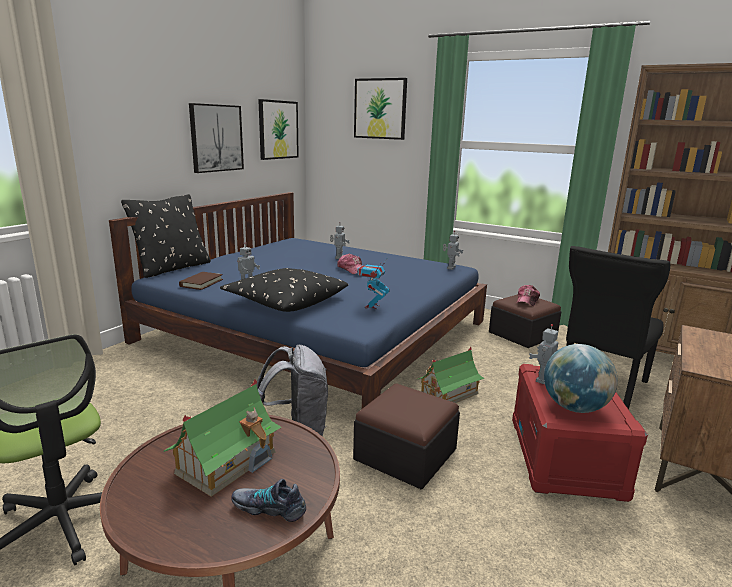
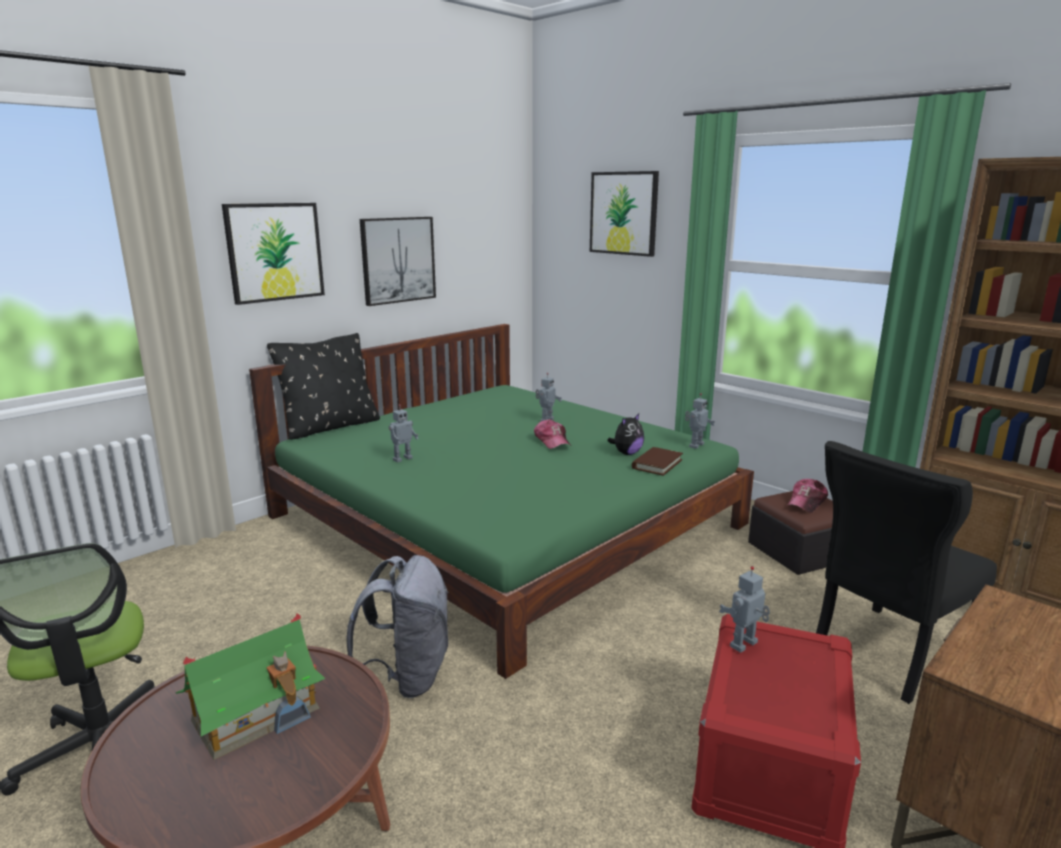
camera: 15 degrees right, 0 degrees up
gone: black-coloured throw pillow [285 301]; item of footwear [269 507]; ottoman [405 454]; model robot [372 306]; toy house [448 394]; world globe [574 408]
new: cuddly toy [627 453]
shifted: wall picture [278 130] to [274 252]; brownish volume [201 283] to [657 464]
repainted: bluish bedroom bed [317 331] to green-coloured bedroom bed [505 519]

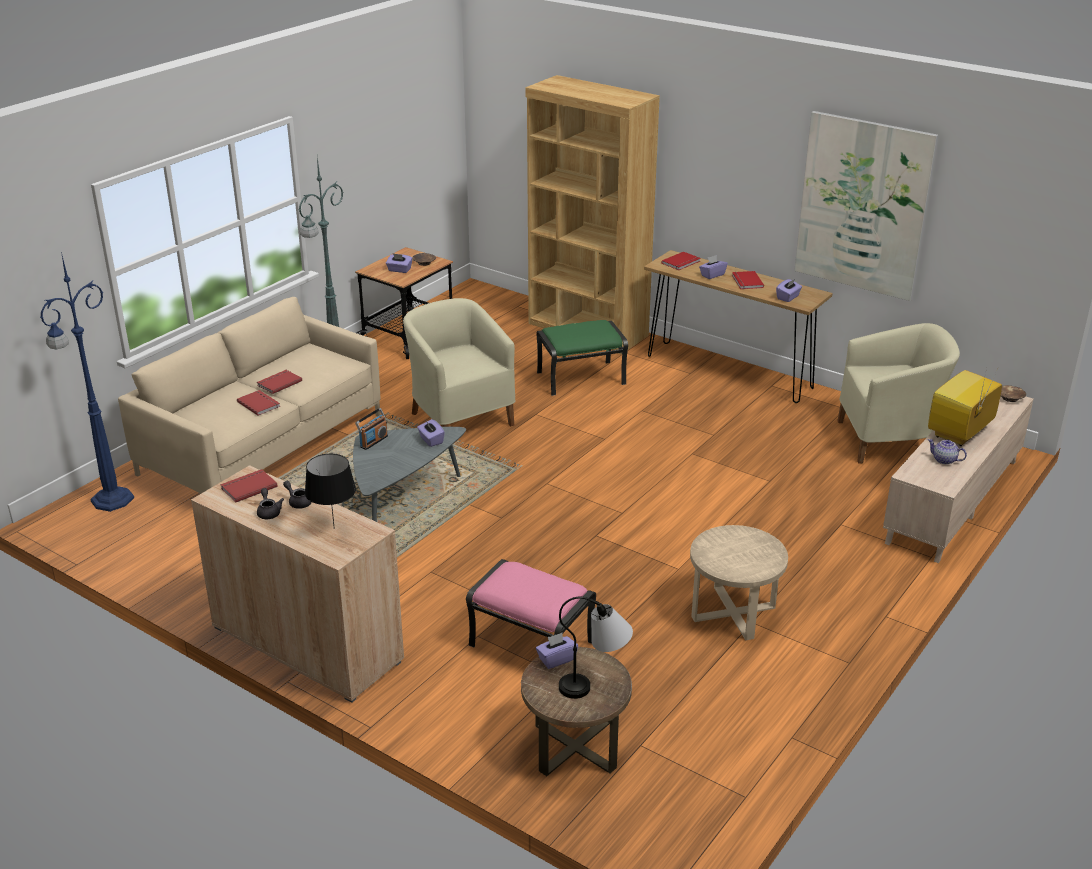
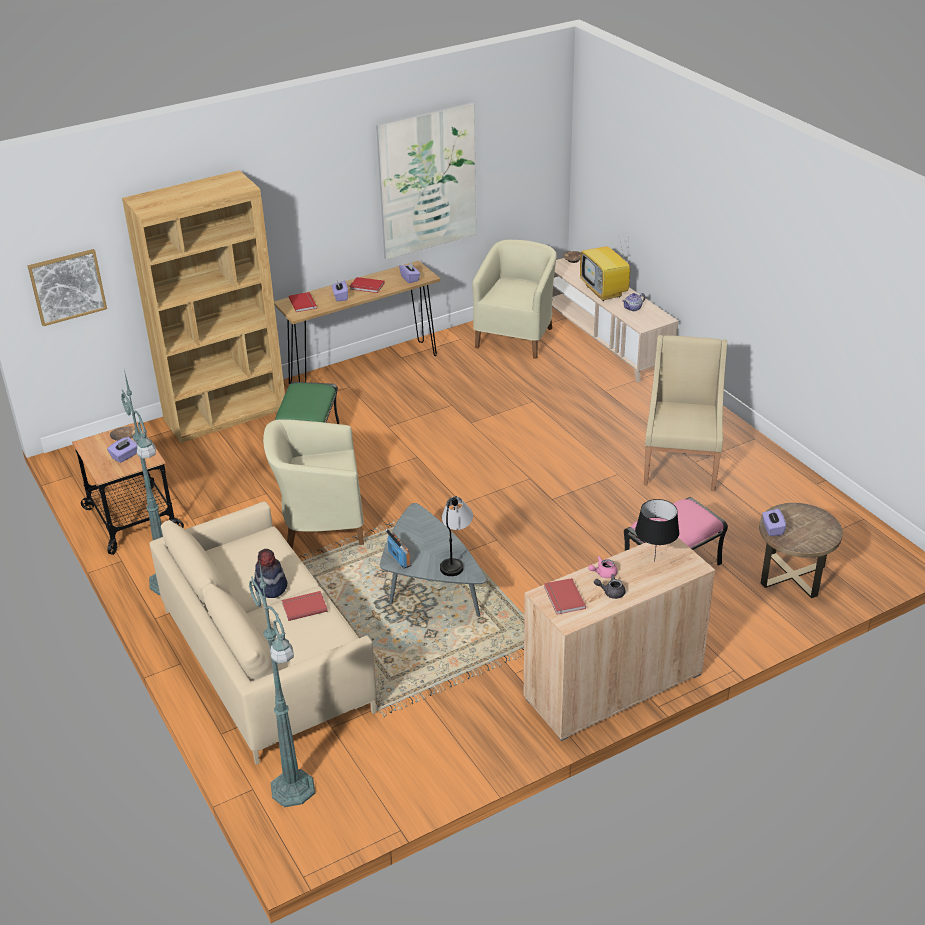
camera: 65 degrees left, 5 degrees up
gone: purple tissue box [431 440]
new: wall picture [67 286]
shifted: lamp for a table [596 685] to [456 558]
swapped: red-coloured volume [278 383] to clothing hat [270 587]; beige end table [733 612] to beige lounge chair [680 466]
repainted: bluish standing lamp [110 500] to green-coloured standing lamp [293 790]; gray pot for tea [298 502] to pink-coloured pot for tea [603 573]

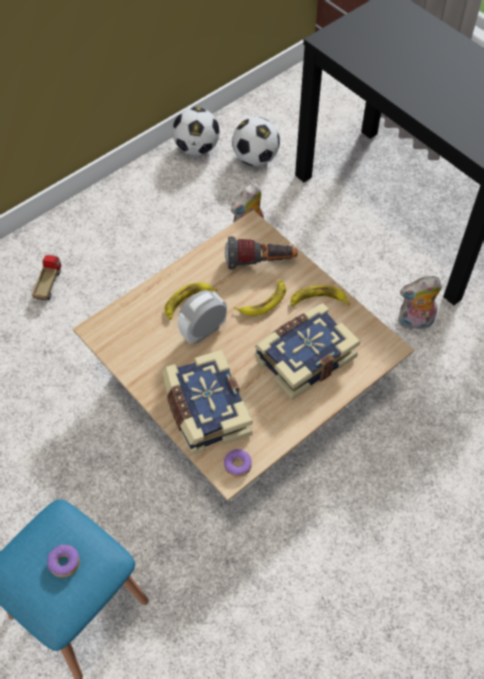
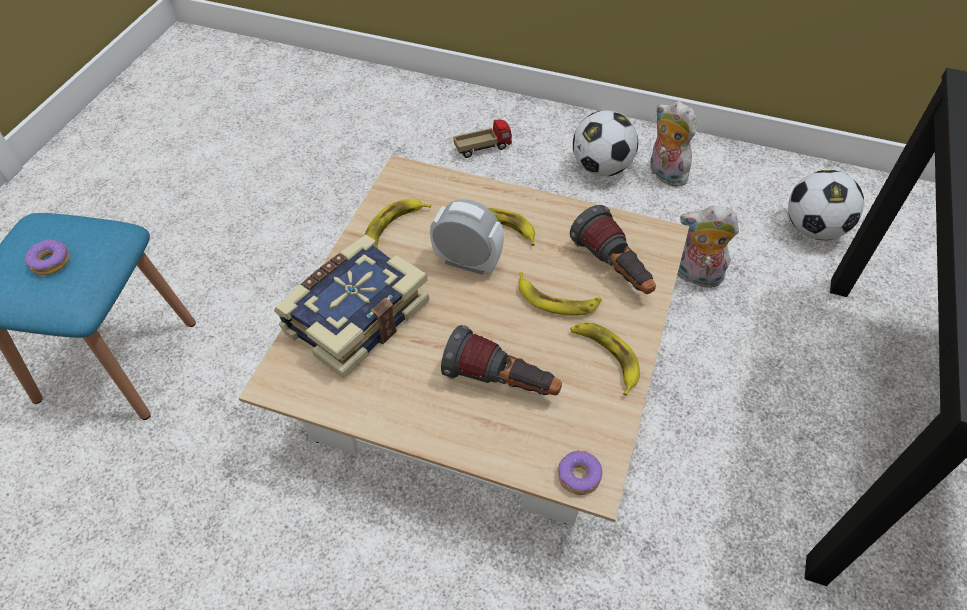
camera: 60 degrees right, 5 degrees down
new: banana [394 227]
shifted: doughnut [237 465] to [578 476]; football [197 148] to [601 168]; cuddly toy [414 322] to [664 174]
swapped: volume [304 357] to hand torch [501 383]

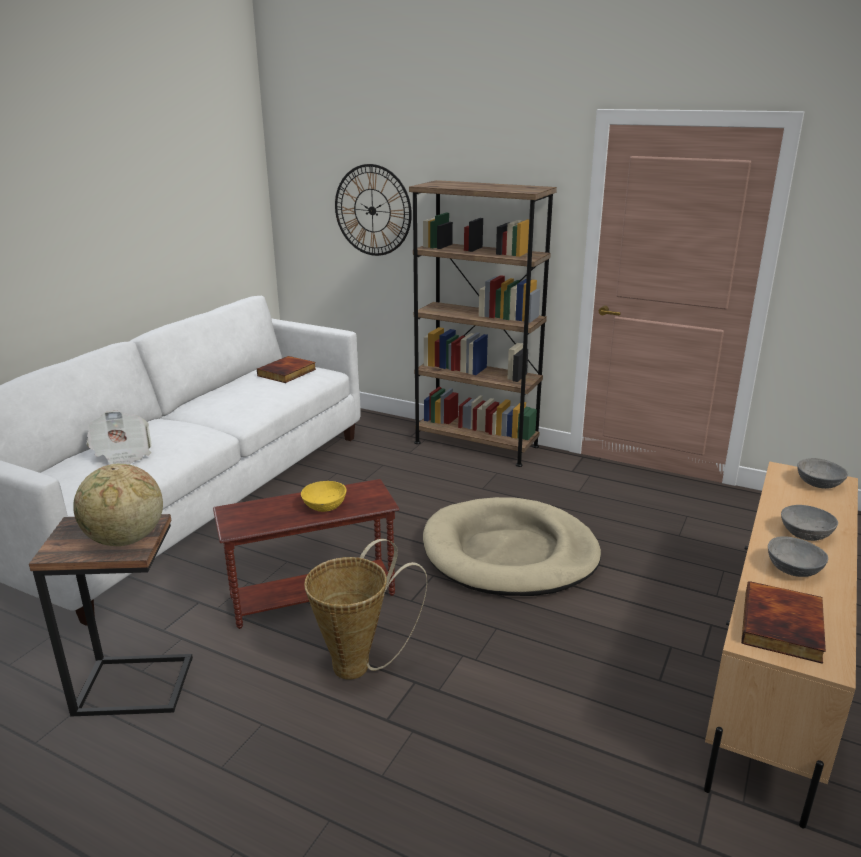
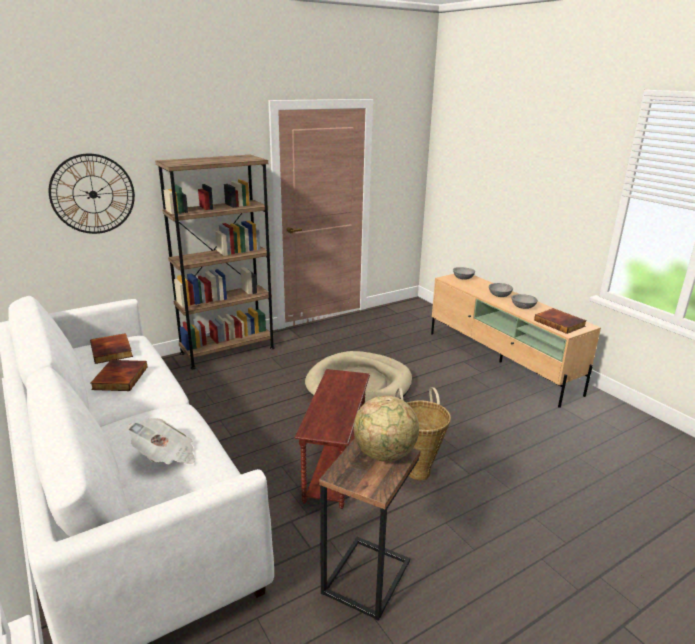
camera: 60 degrees left, 0 degrees up
gone: yellow bowl [325 506]
new: volume [119 378]

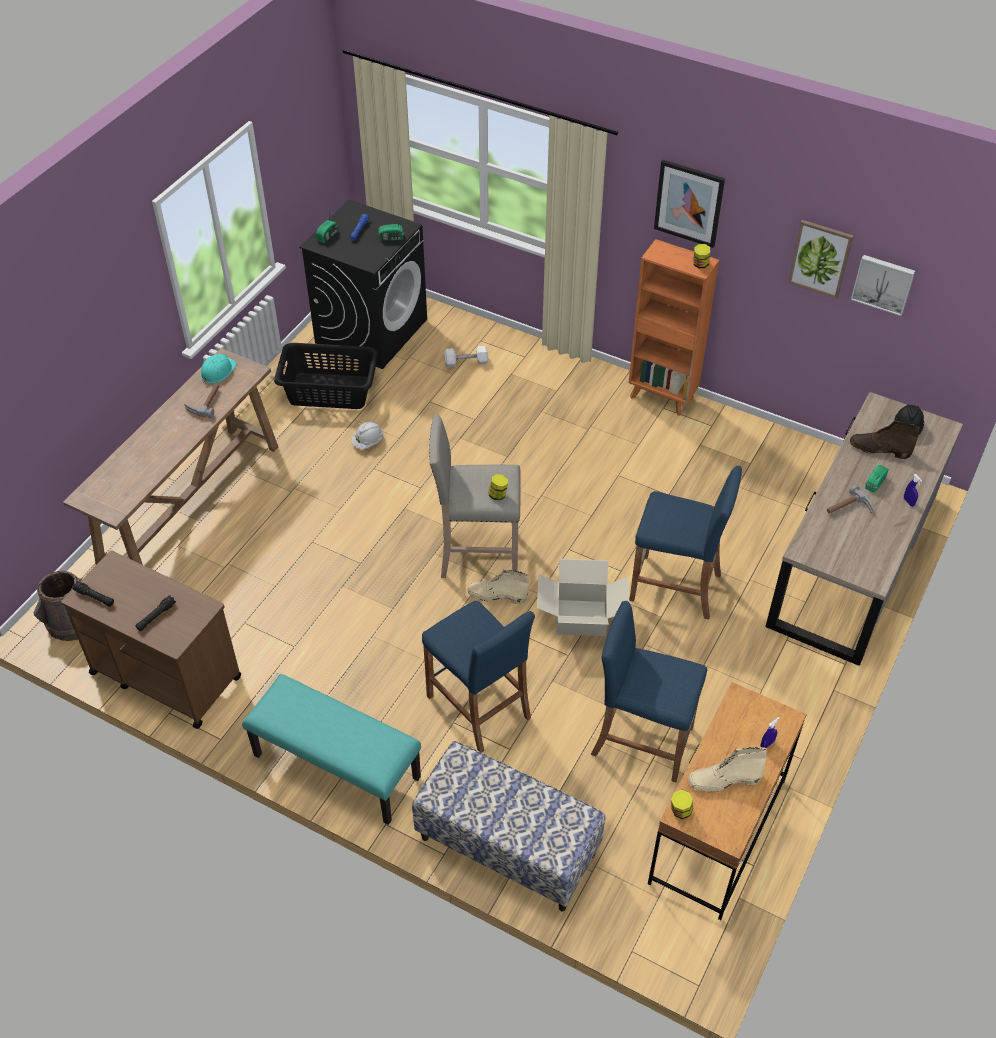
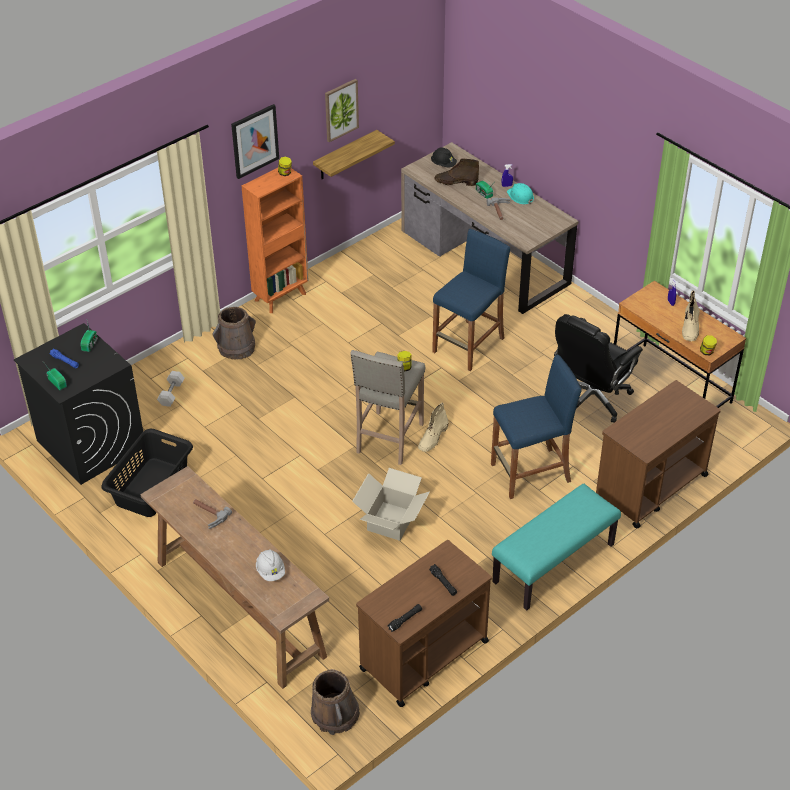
camera: 70 degrees left, 5 degrees down
gone: wall picture [883 283]
new: brownish bucket [236 347]; bracket shelf [345 156]
shifted: white safety helmet [368 442] to [271 571]; carton [581 617] to [390 521]; blue-green safety helmet [217 371] to [520 196]
swapped: bluish stool seat [642 741] to black-coloured office chair [590 399]; long seat [507 846] to brownish wheeled cart [650 487]
rotated: brownish tall boot [879 449] = [455 182] 60 degrees clockwise

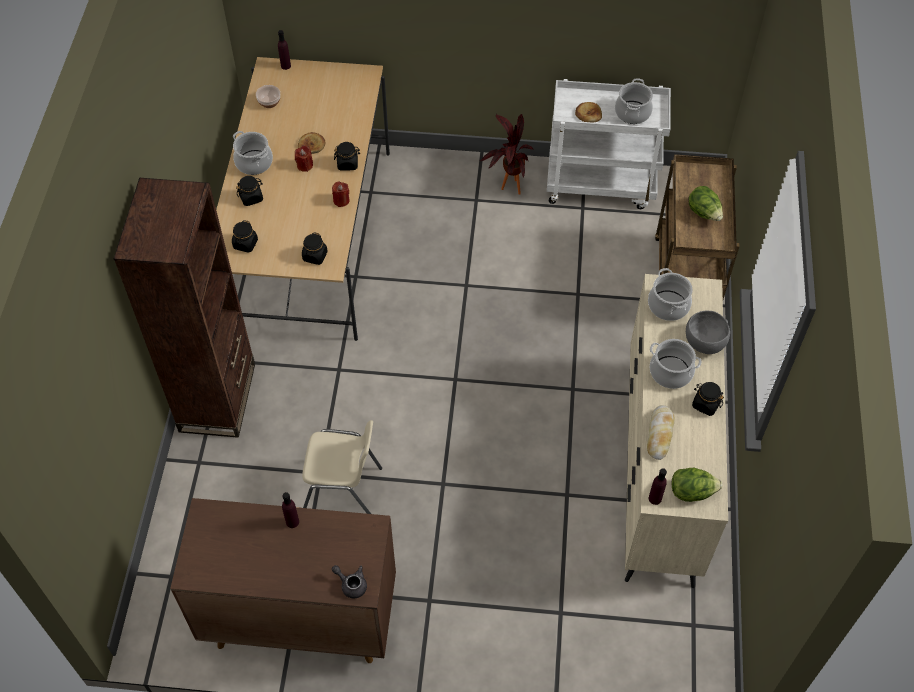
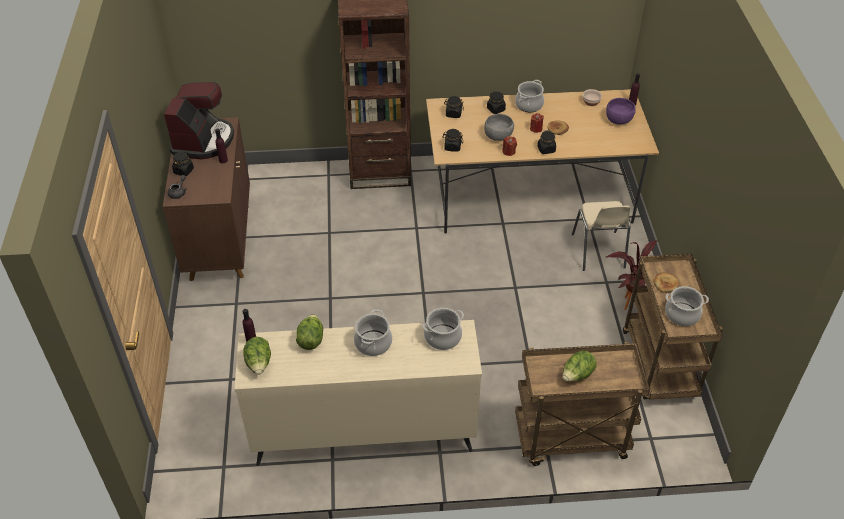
camera: 80 degrees right, 10 degrees down
new: coffee machine [203 141]; purple bowl [618 120]
shifted: black-coloured storage jar [705 404] to [183 171]; gray bowl [705 342] to [498 136]; beige plain chair [343 491] to [598 251]
swapped: bakery bread [659 434] to head of lettuce [311 340]
repainted: white wheeled cart [601 184] to brownish wheeled cart [660 365]

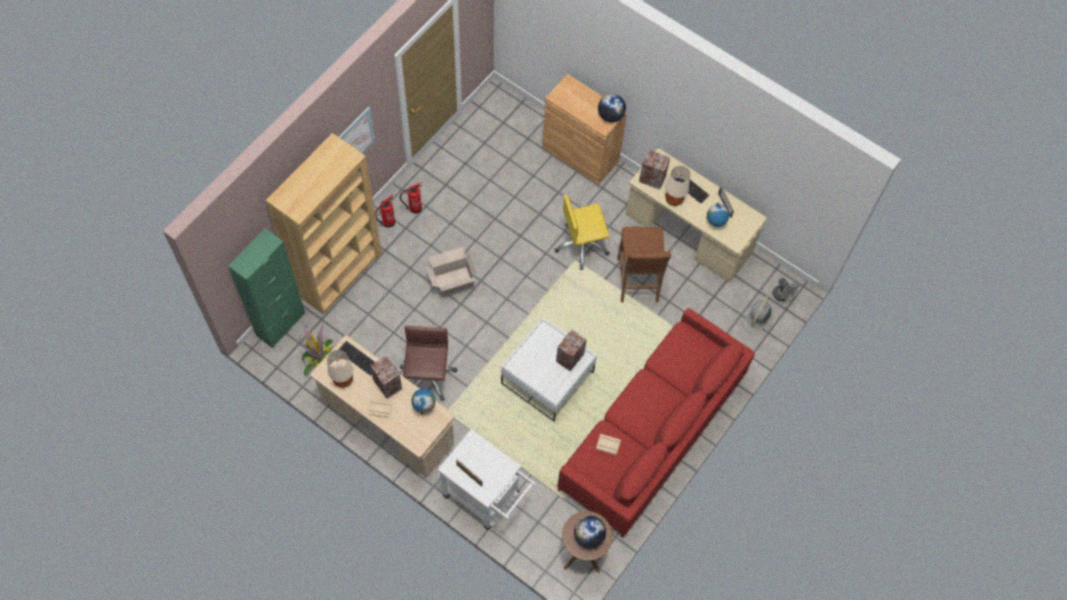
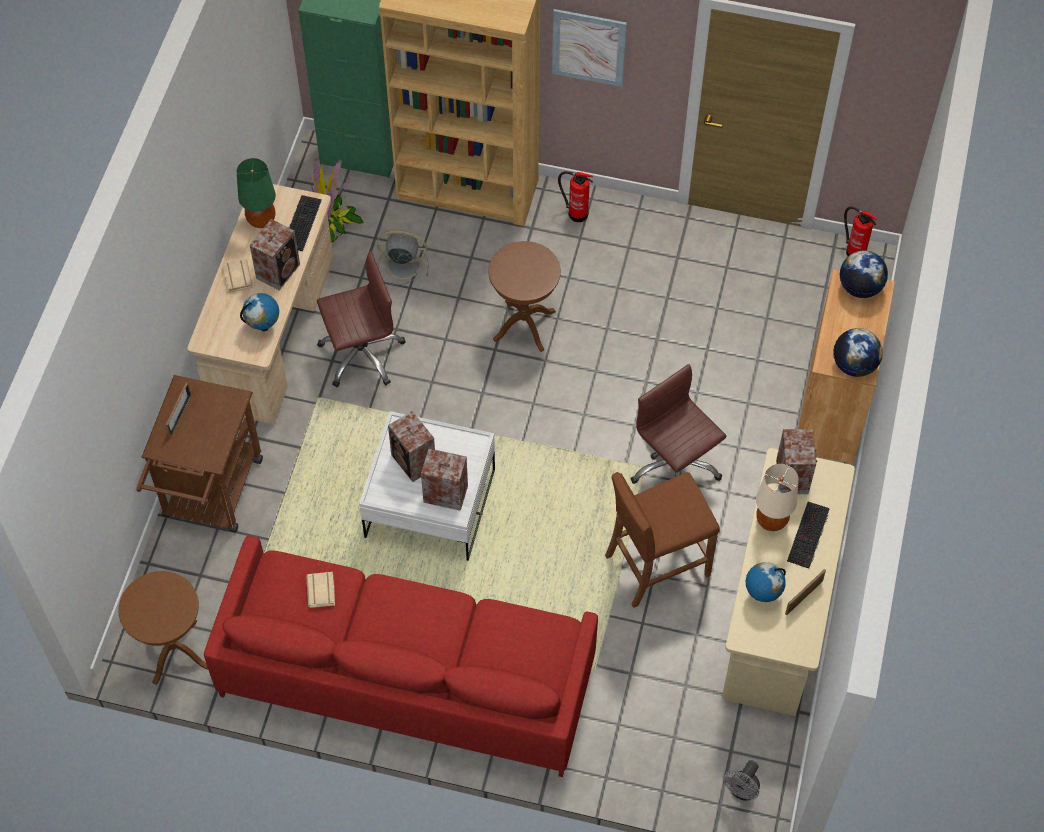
camera: 70 degrees right, 5 degrees down
new: speaker [414 462]
shifted: gray fan [756 320] to [402 265]; world globe [588 536] to [860 287]; fire-fighting cylinder [414 208] to [854 251]
swapped: carton [452 281] to brownish end table [524 325]
repainted: white wheeled cart [486 497] to brownish wheeled cart [210 496]; beige lamp for a table [343 380] to green-coloured lamp for a table [261 220]; yellow office chair [582 245] to brownish office chair [674 467]

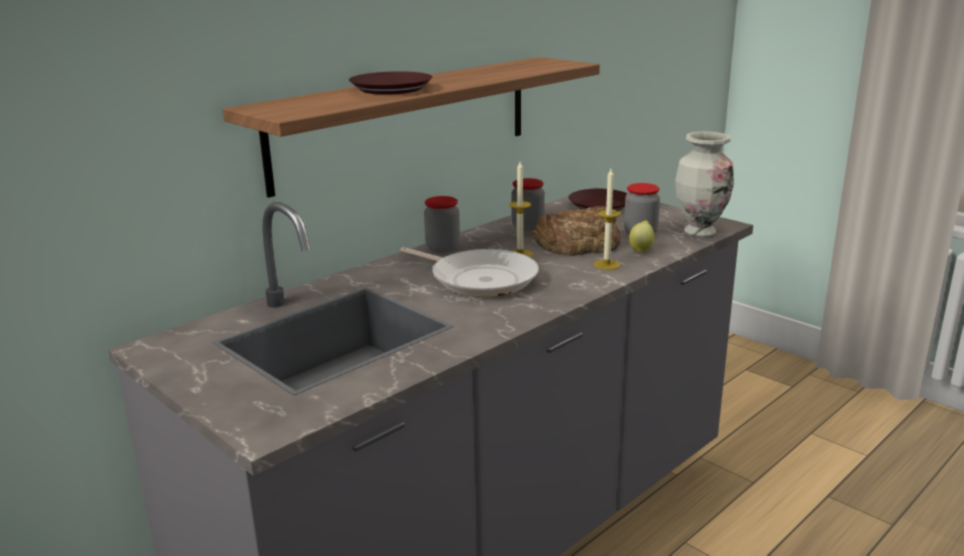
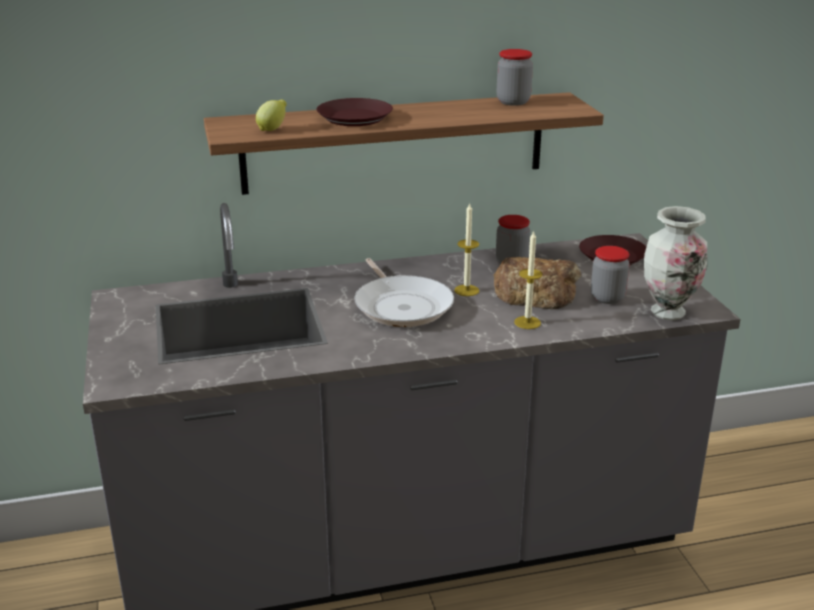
camera: 30 degrees right, 5 degrees up
shifted: citrus fruit [641 249] to [272 129]; storage jar [443 248] to [513 102]

